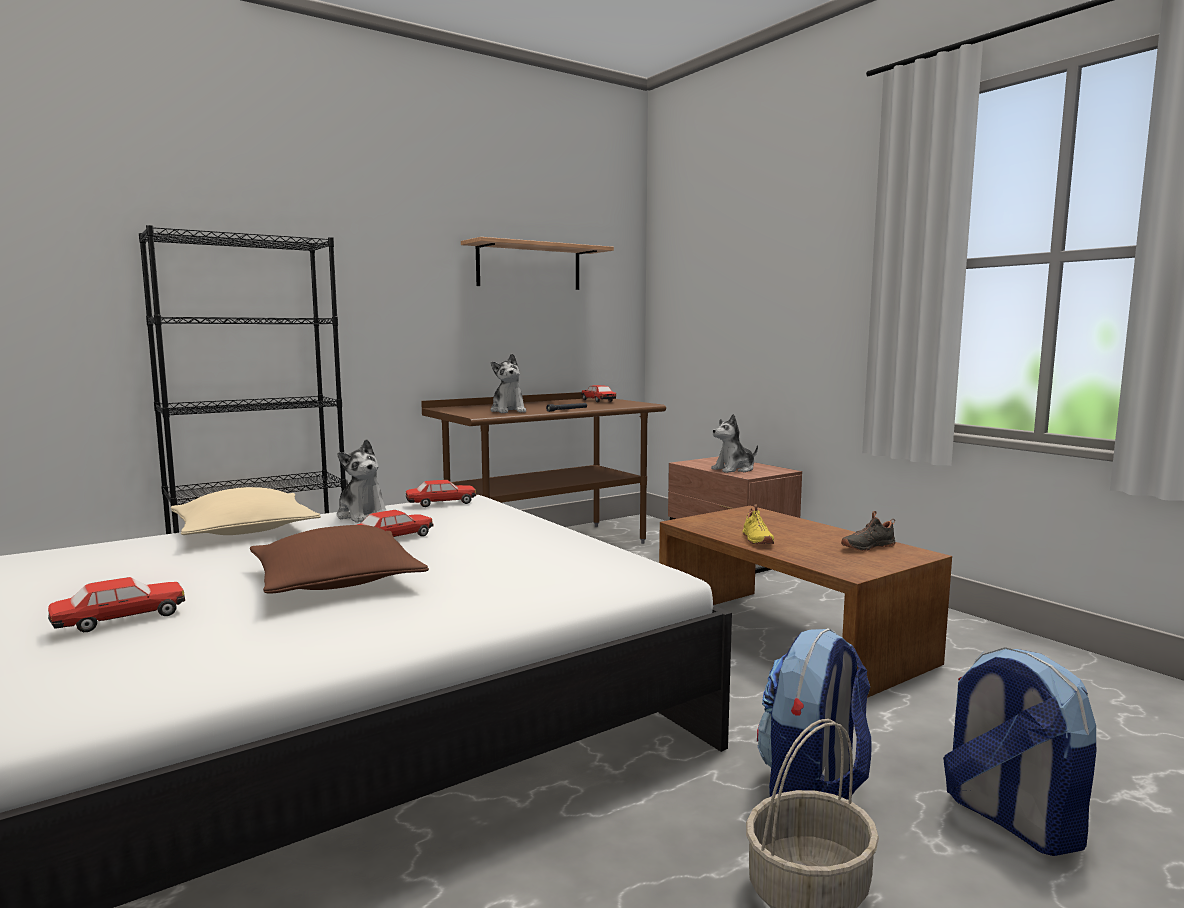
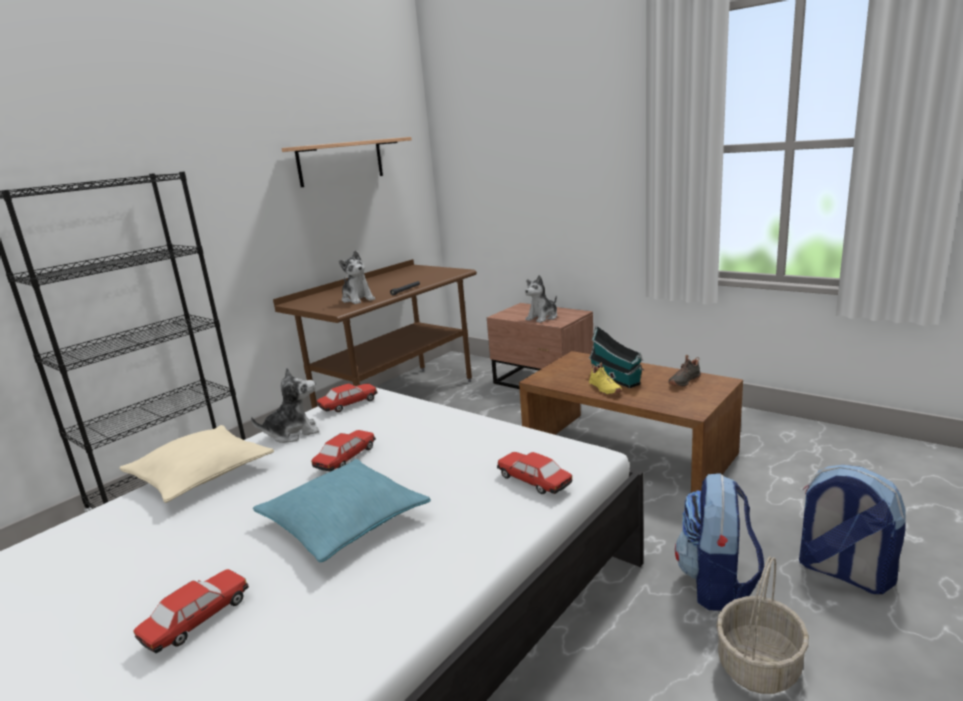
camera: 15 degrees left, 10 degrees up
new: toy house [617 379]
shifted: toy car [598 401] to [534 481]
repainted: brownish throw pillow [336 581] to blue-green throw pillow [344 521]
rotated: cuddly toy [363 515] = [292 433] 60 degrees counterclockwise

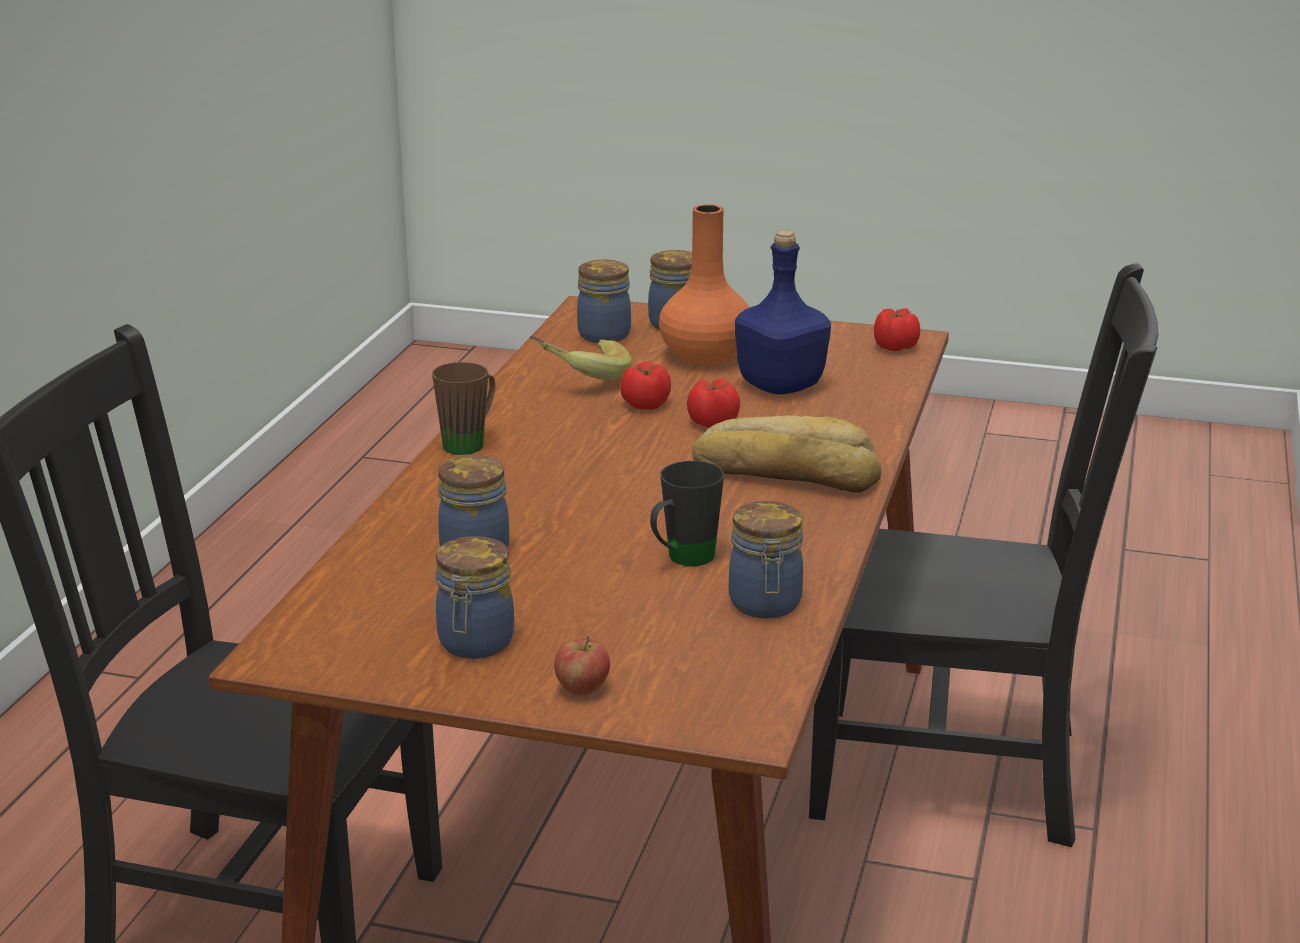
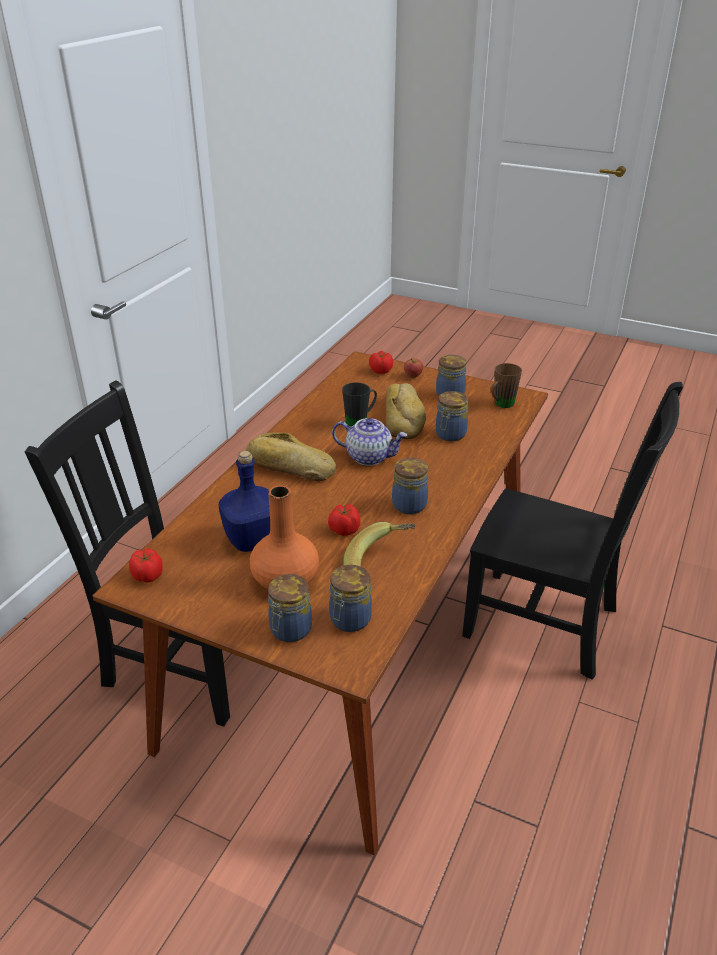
camera: 170 degrees left, 10 degrees up
new: pot for tea [369 457]; bakery bread [404 417]
shifted: tomato [713 422] to [380 371]; storage jar [765 605] to [409 504]; brownish coffee mug [470 442] to [501 405]

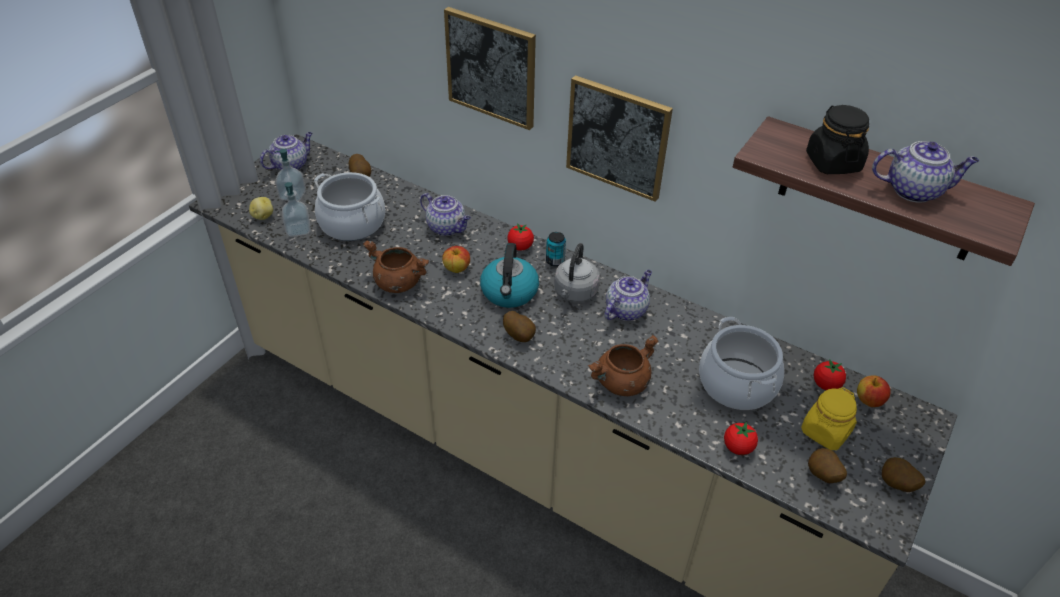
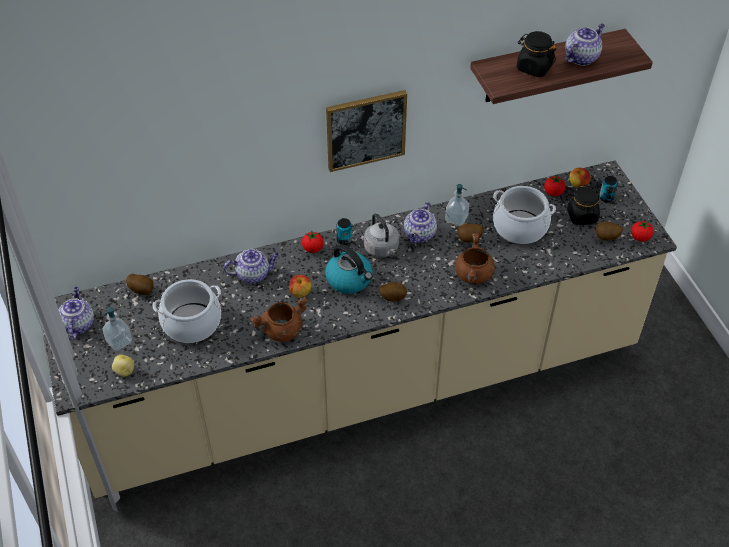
camera: 50 degrees left, 5 degrees up
gone: wall picture [491 67]
new: sealed can [606 198]
shifted: soap bottle [298 230] to [456 219]; whole potato [896 485] to [469 240]; tomato [738 447] to [640 237]
repainted: yellow storage jar [825 432] to black-coloured storage jar [582 216]
rotated: pot for tea [626 310] = [420 235] 150 degrees counterclockwise

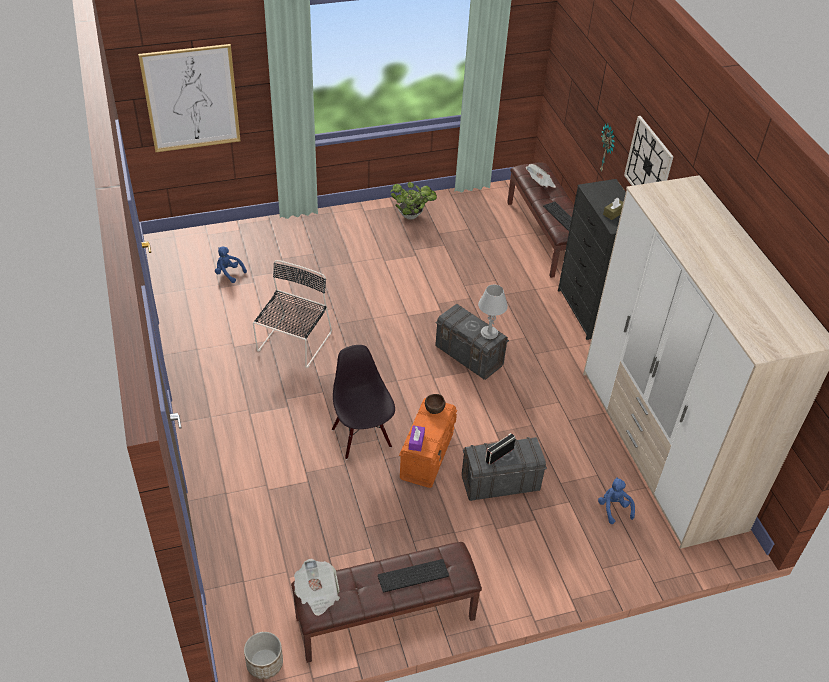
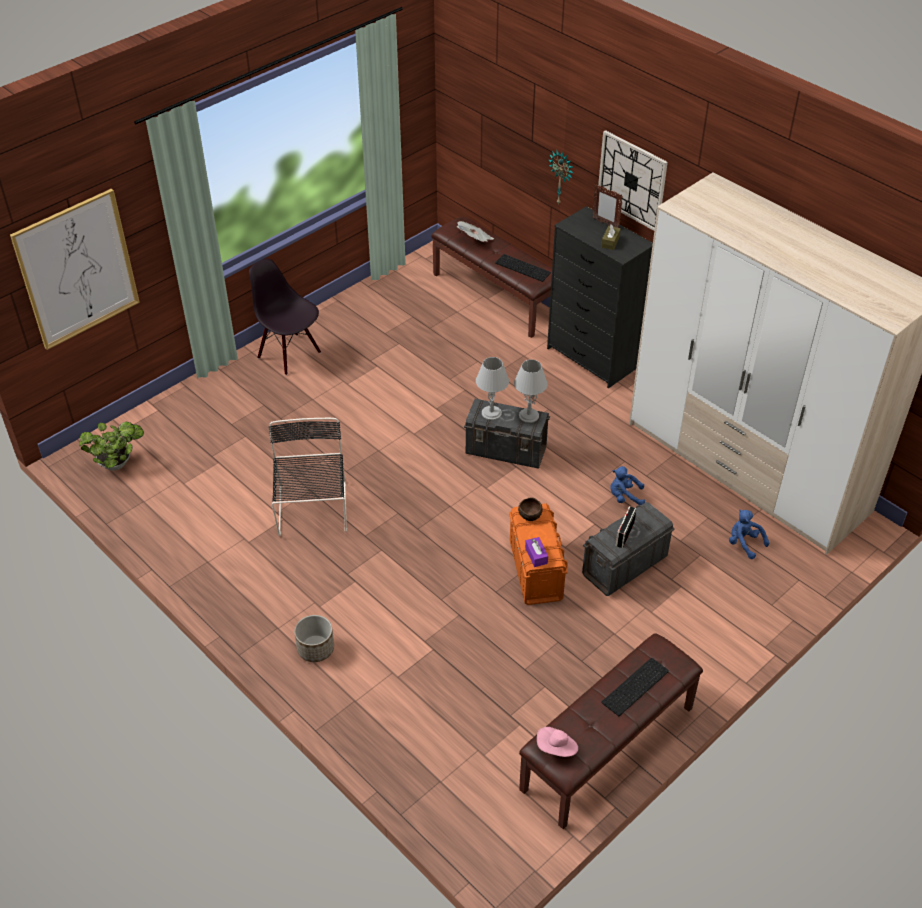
camera: 25 degrees left, 0 degrees up
new: gray lamp for a table [491 413]; standing frame [605 223]
shifted: plant in a pot [412 216] to [118 464]; black-coloured plain chair [362 437] to [290 354]; plant pot [265 663] to [316 648]; bluish cuddly toy [228 273] to [624 497]
swapped: printed paper [317 593] to pink-coloured clothing hat [557 748]

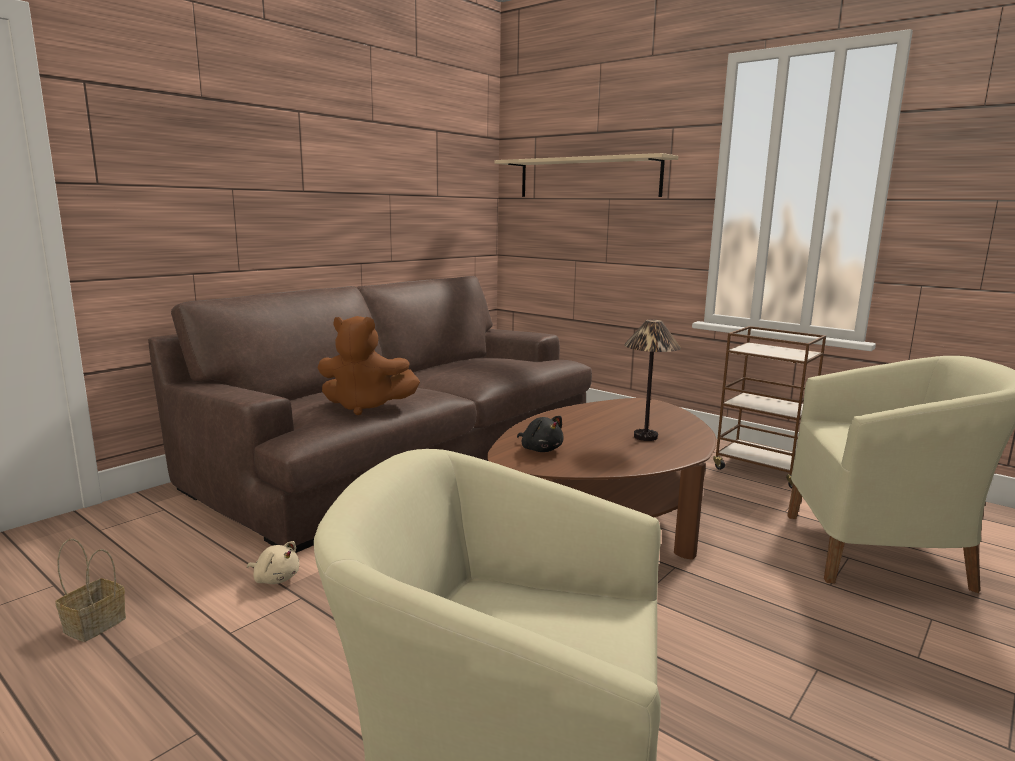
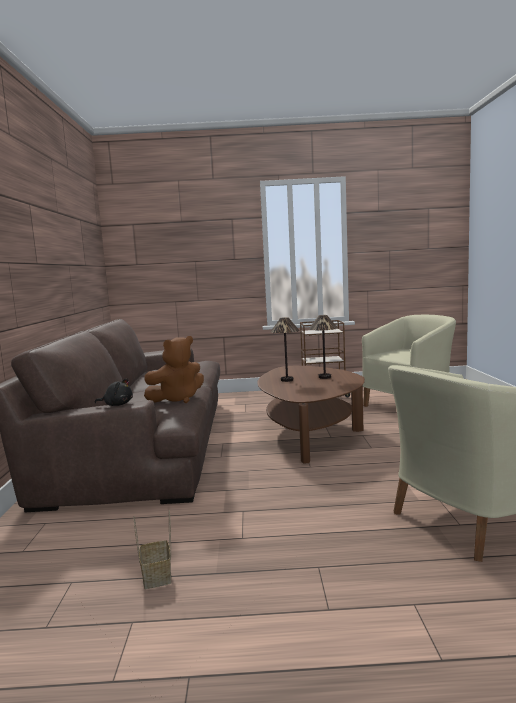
camera: 40 degrees left, 5 degrees down
gone: beige cuddly toy [275 578]; beige bracket shelf [587 178]
new: lamp for a table [287 380]
shifted: black-coloured cuddly toy [540 449] to [117 405]

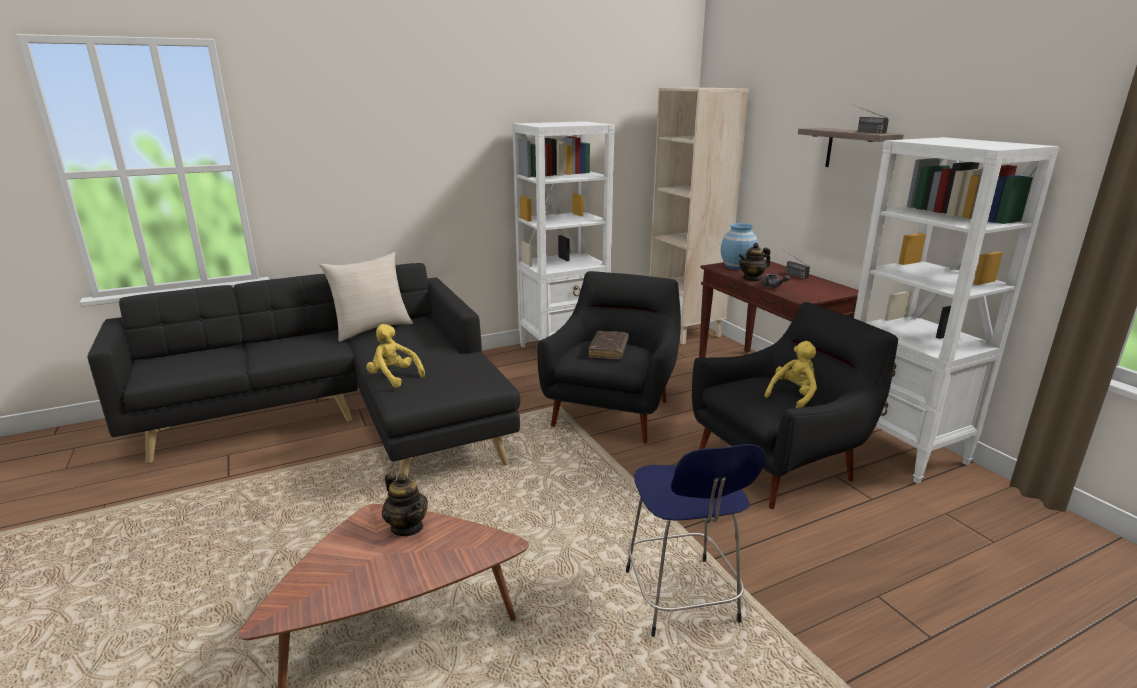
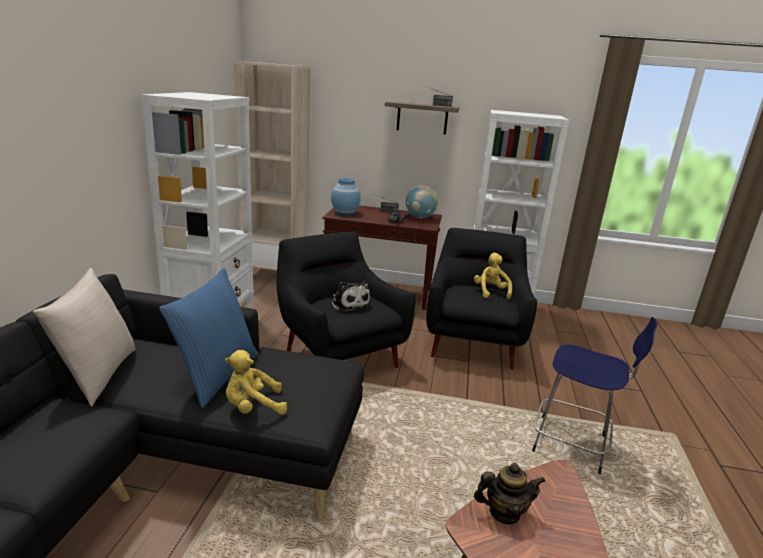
camera: 55 degrees left, 0 degrees up
gone: pot for tea [752 279]
new: bluish throw pillow [216 376]; world globe [420 218]
swapped: brownish volume [608 350] to cuddly toy [349 304]

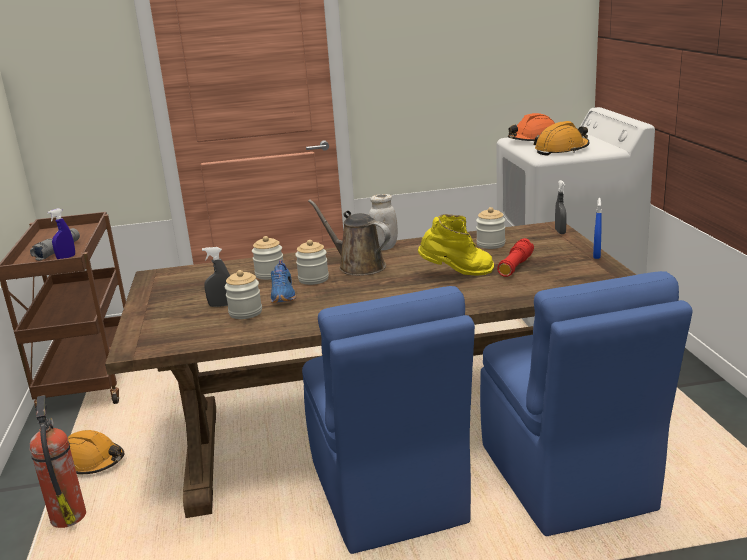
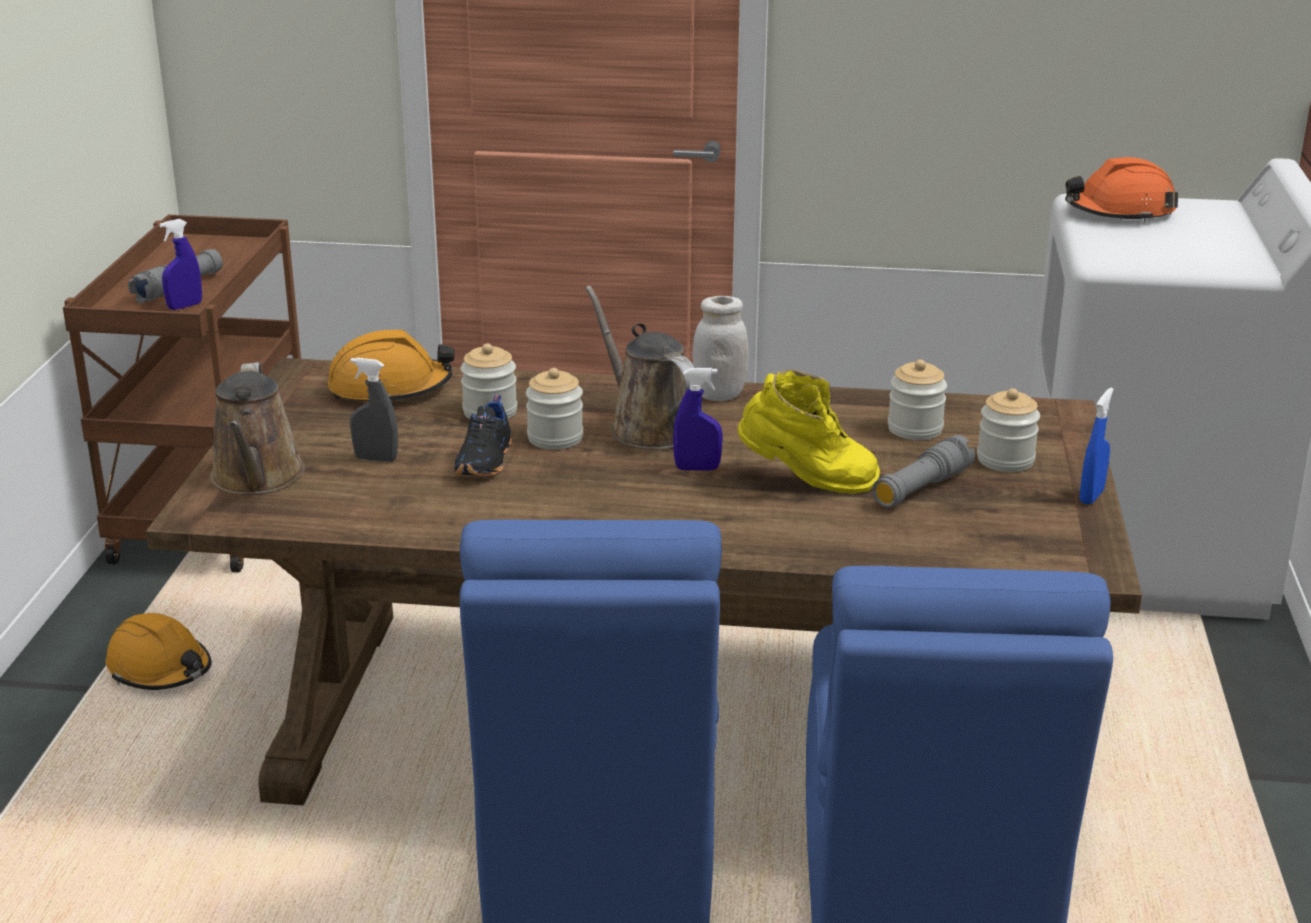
camera: 15 degrees right, 5 degrees up
gone: fire-fighting cylinder [68 515]; gray spray bottle [560 232]
new: brownish watering pot [257 478]; bluish spray bottle [697 468]
shifted: orange-coloured safety helmet [561 150] to [390 388]; storage jar [245 312] to [1005 460]
repainted: bluish item of footwear [283 295] to black-coloured item of footwear [486 461]; red-coloured hand torch [515 266] to gray hand torch [921 488]

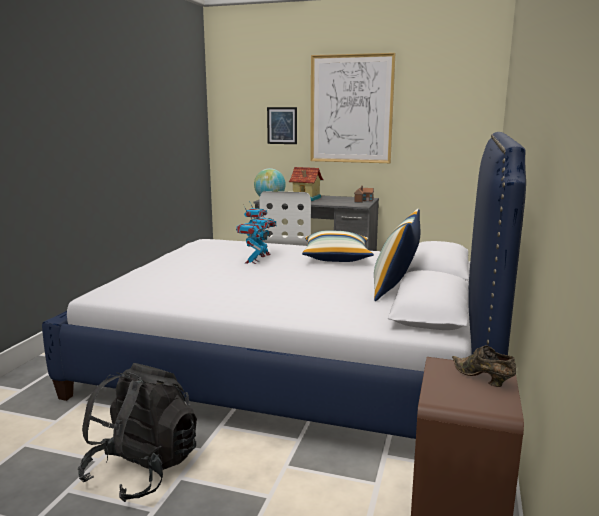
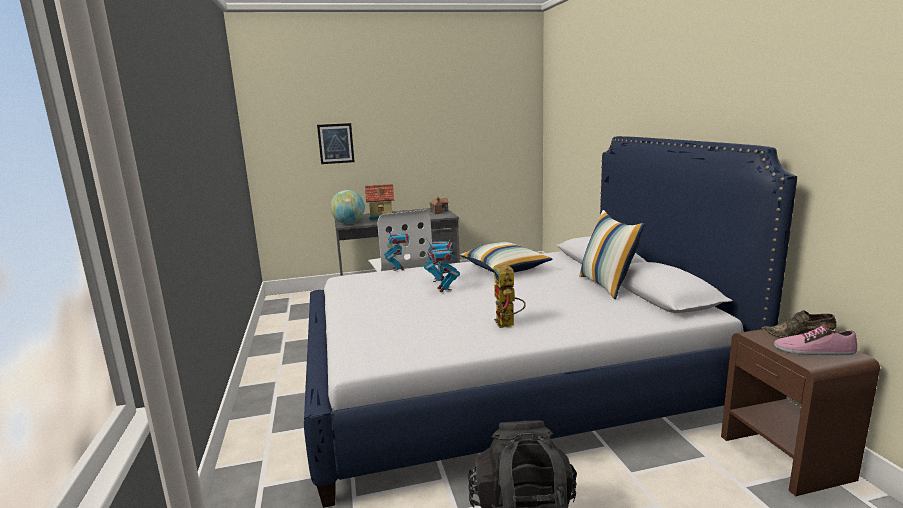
camera: 30 degrees left, 0 degrees up
gone: wall picture [351 109]
new: model robot [508 324]; item of footwear [813 350]

